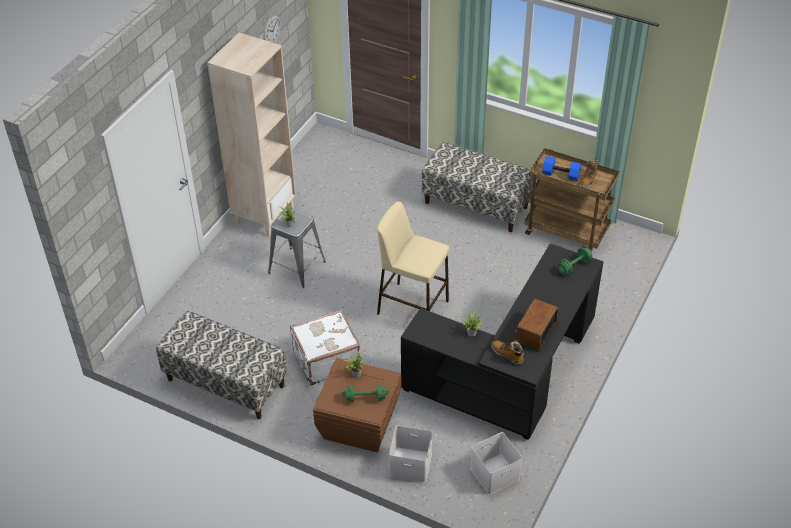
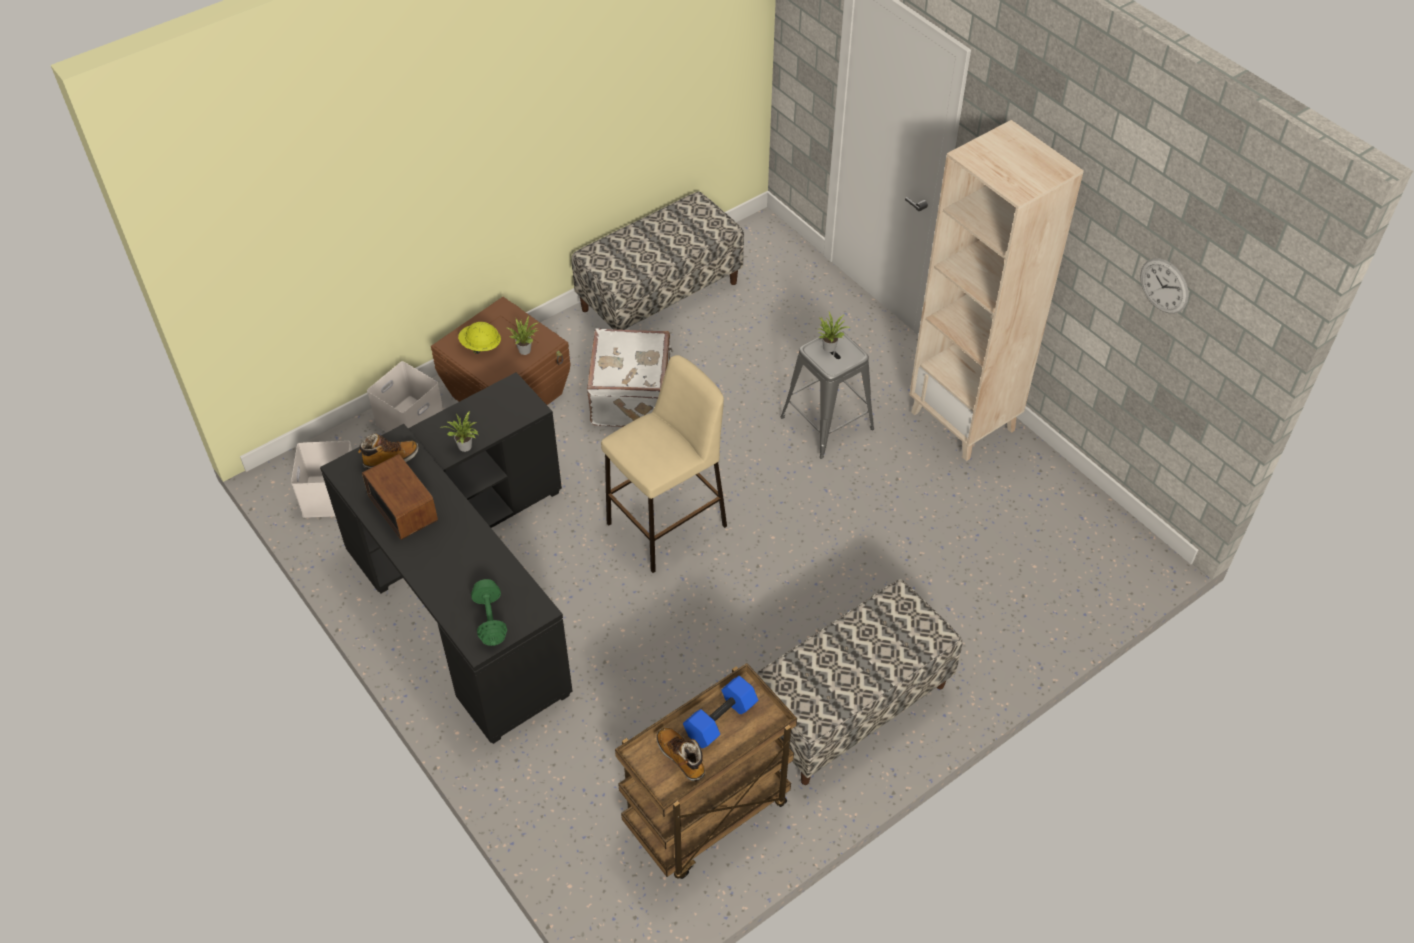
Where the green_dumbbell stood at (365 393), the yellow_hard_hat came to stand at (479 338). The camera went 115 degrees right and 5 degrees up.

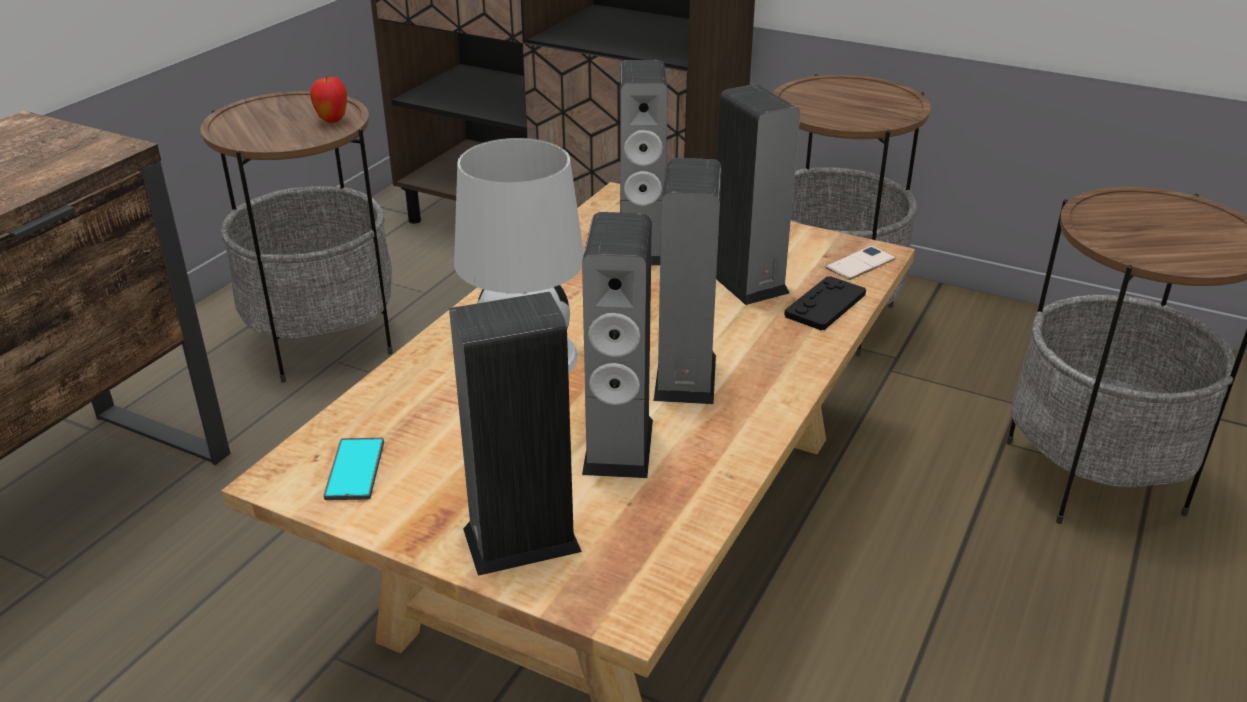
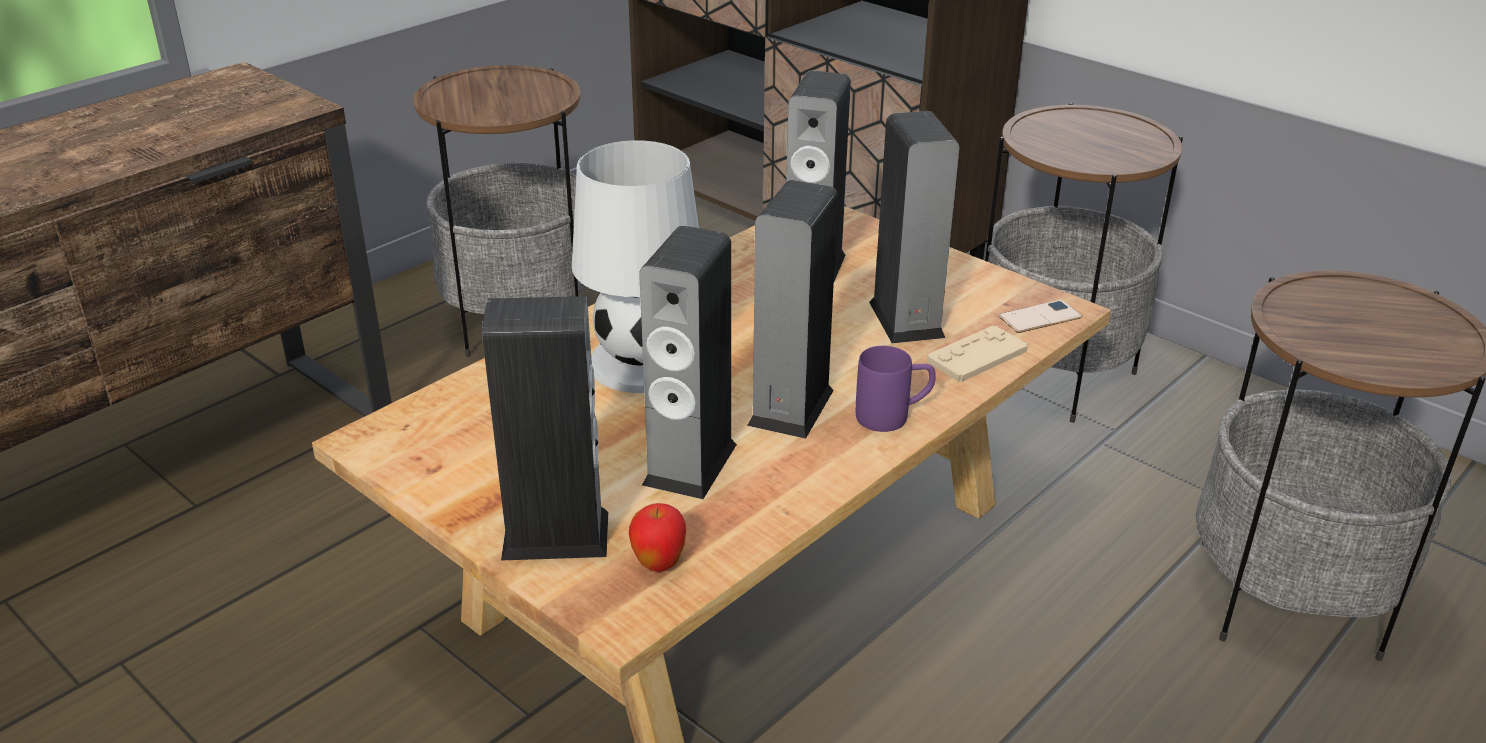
The apple ended up elsewhere, having gone from (328 99) to (657 537). What was the black_game_controller at (825 303) turned into the beige_game_controller at (977 354). The second view lost the phone at (354 469). The second view gained the purple_mug at (896 389). The camera went 15 degrees right and 0 degrees up.

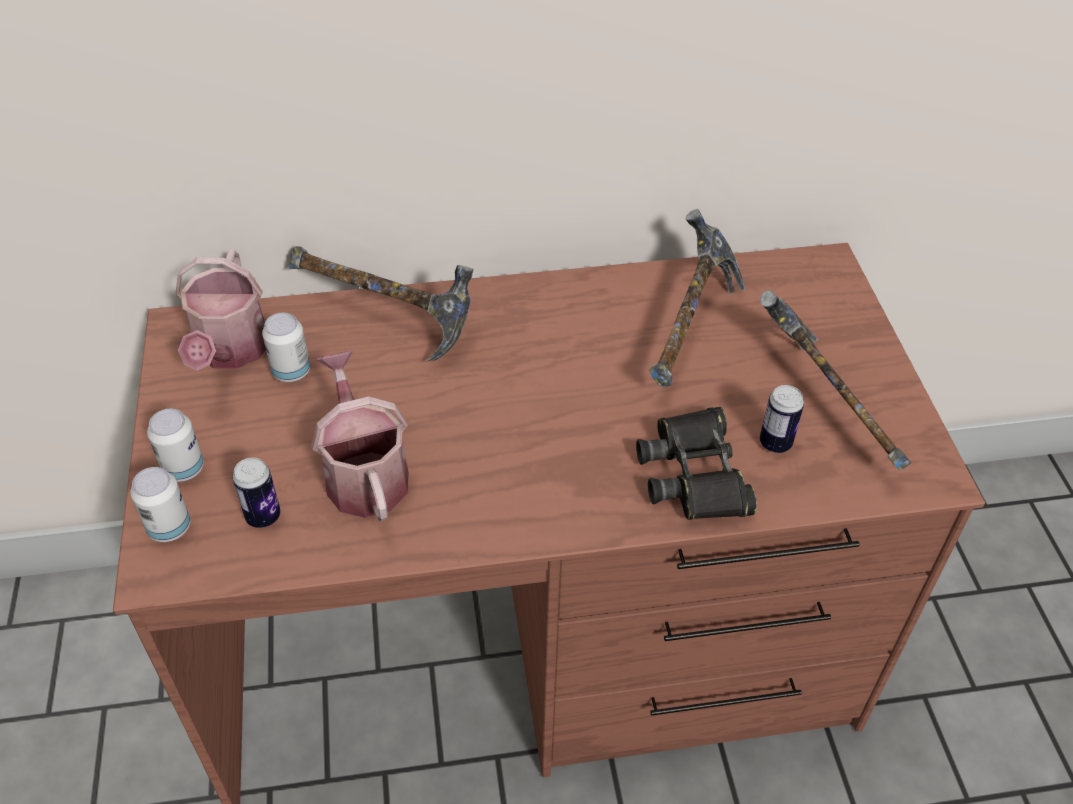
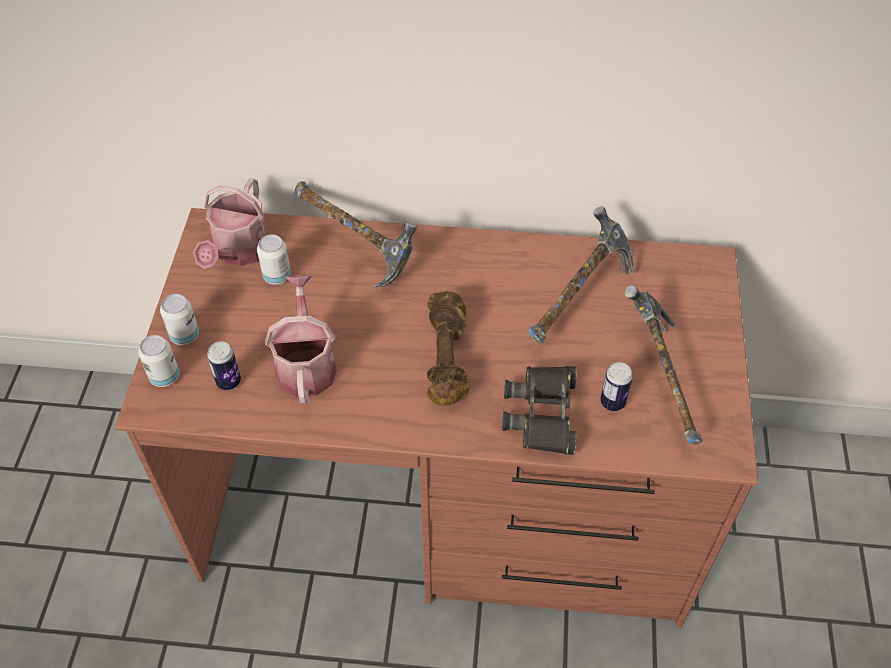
The second view gained the brown_dumbbell at (449 348). The camera went 15 degrees right and 5 degrees up.

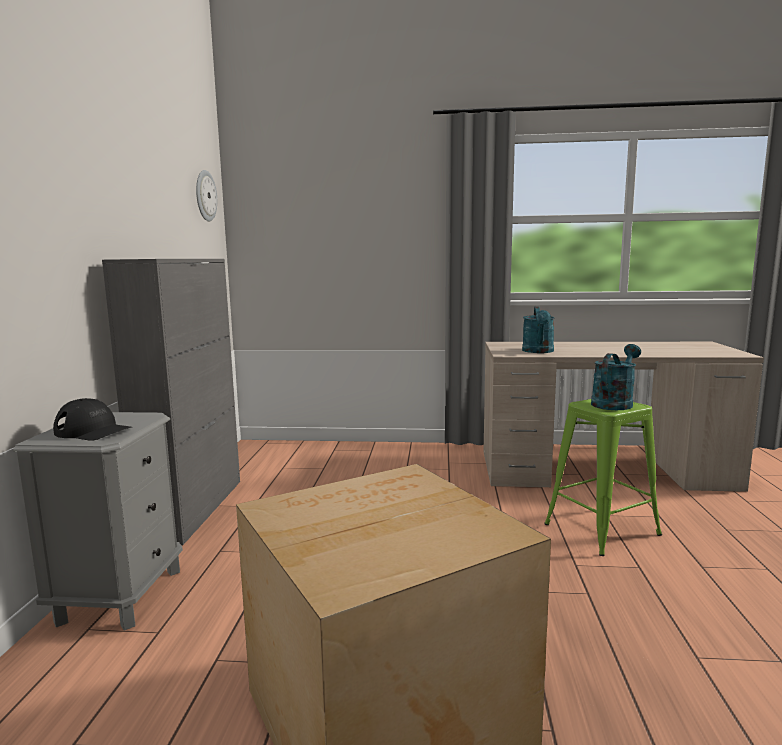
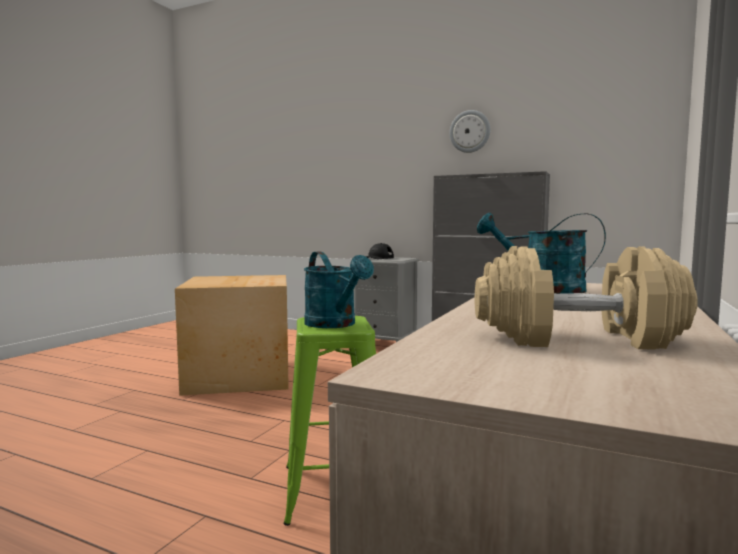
The wall_clock ended up elsewhere, having gone from (206 195) to (469 131). The second view gained the beige_dumbbell at (586 298). The camera went 110 degrees right and 5 degrees down.

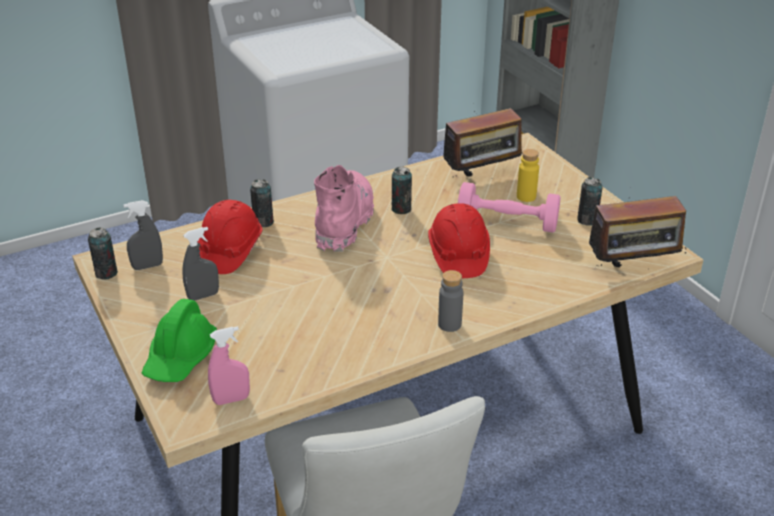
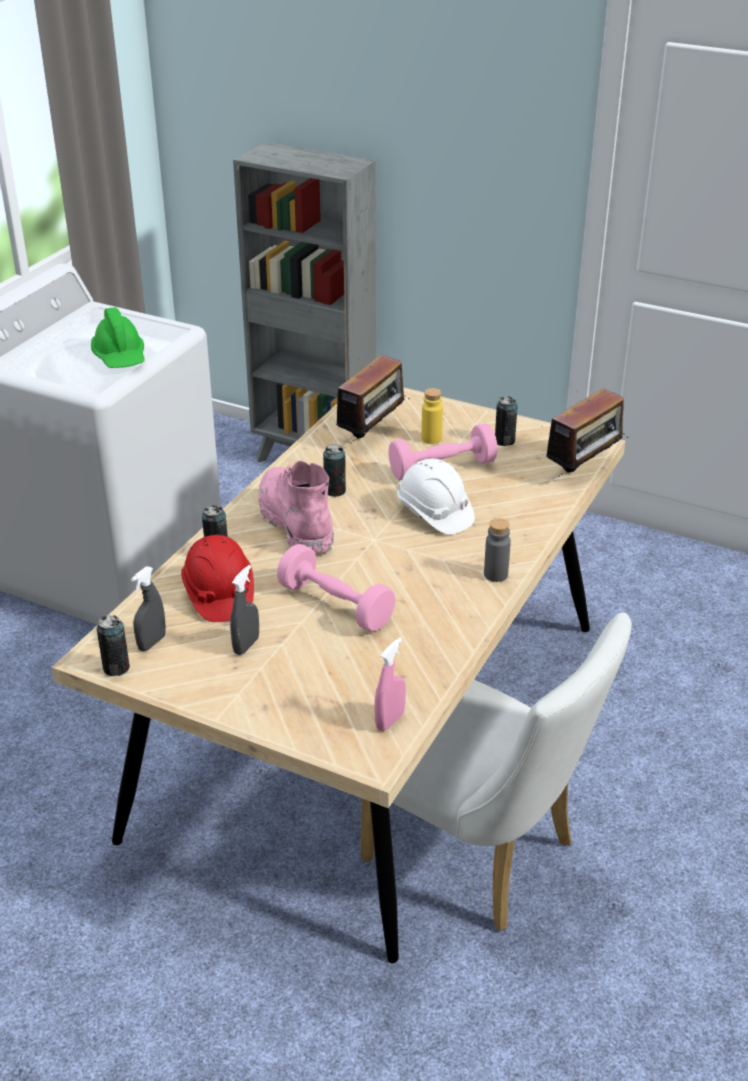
What was the red_hard_hat at (459 240) turned into the white_hard_hat at (436 496). The green_hard_hat ended up elsewhere, having gone from (179 340) to (118 337). The second view gained the pink_dumbbell at (336 588). The camera went 35 degrees left and 0 degrees up.

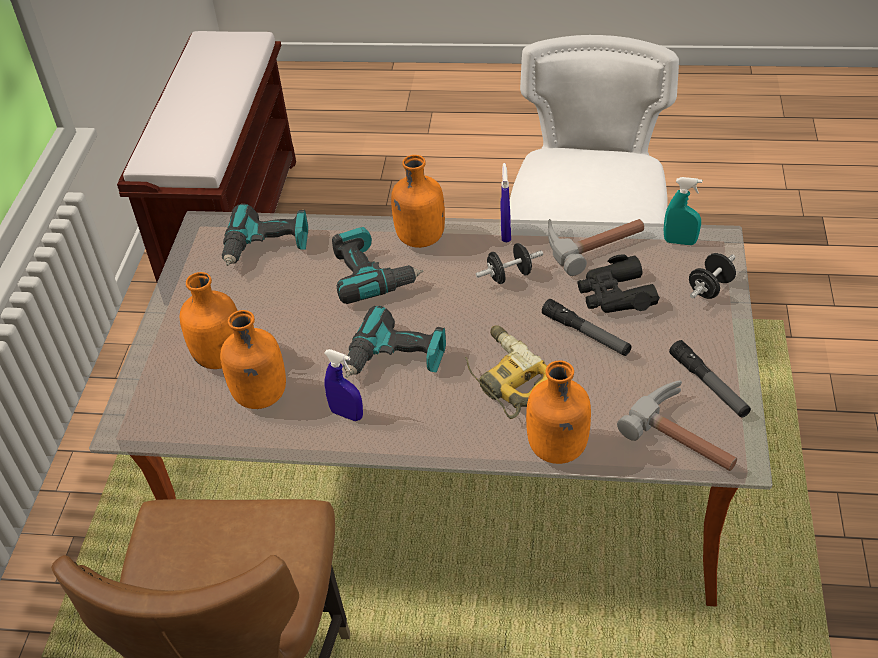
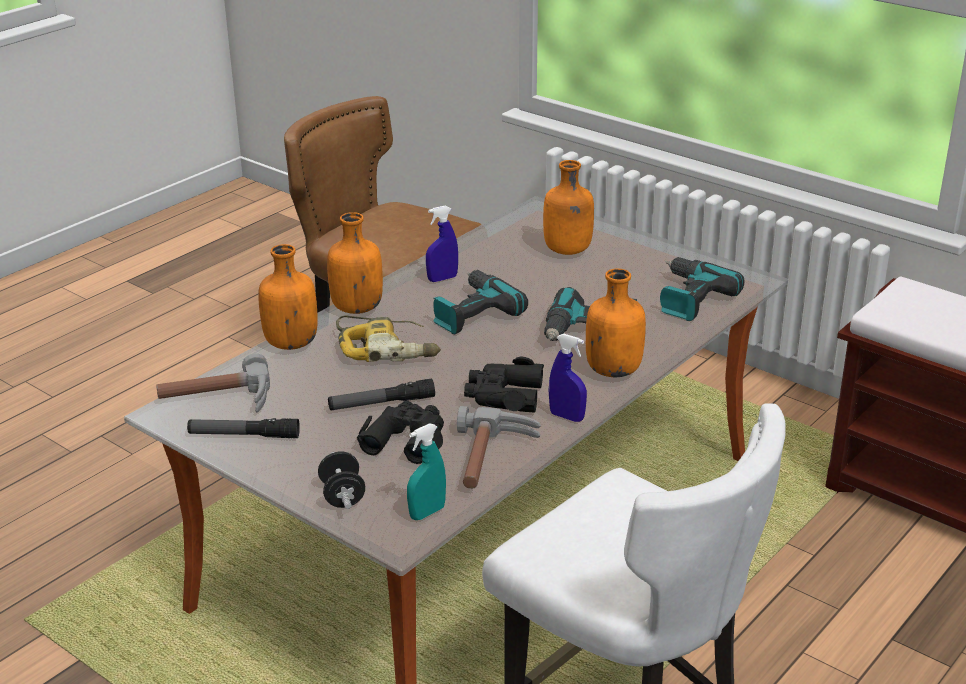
Where the black_dumbbell stood at (509 263), the black_binoculars came to stand at (504 385). The orange_bottle ended up elsewhere, having gone from (253 359) to (355 263). The camera went 120 degrees right and 15 degrees down.

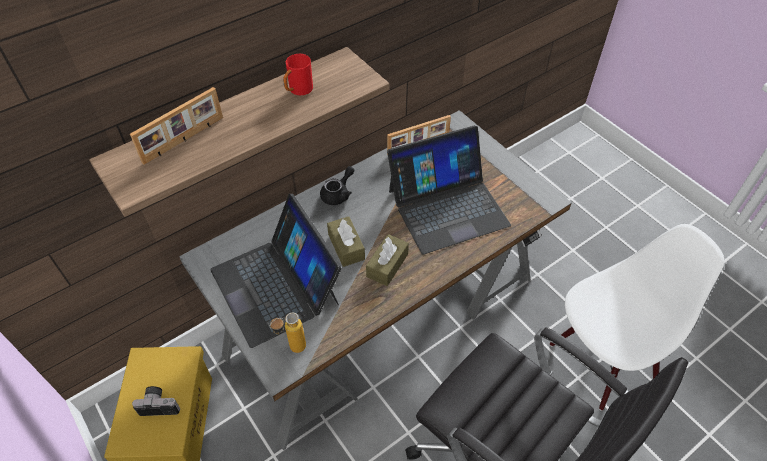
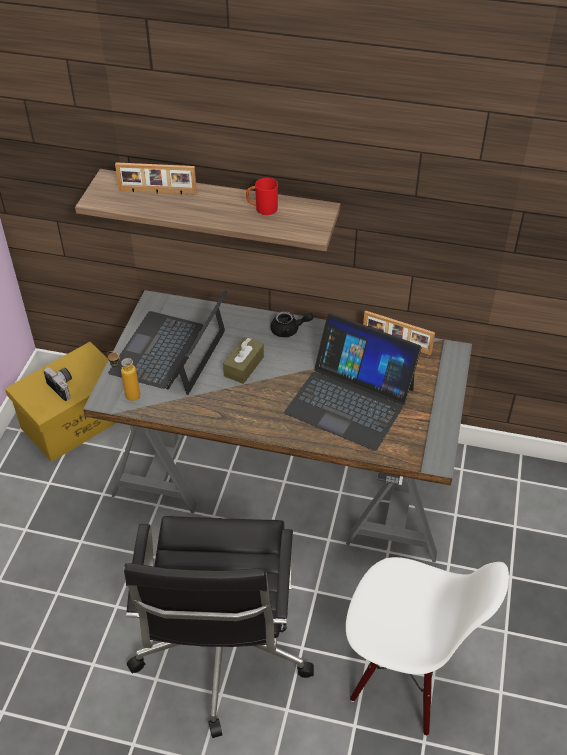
The second view lost the brown_tissue_box at (387 260). The camera went 50 degrees right and 5 degrees down.

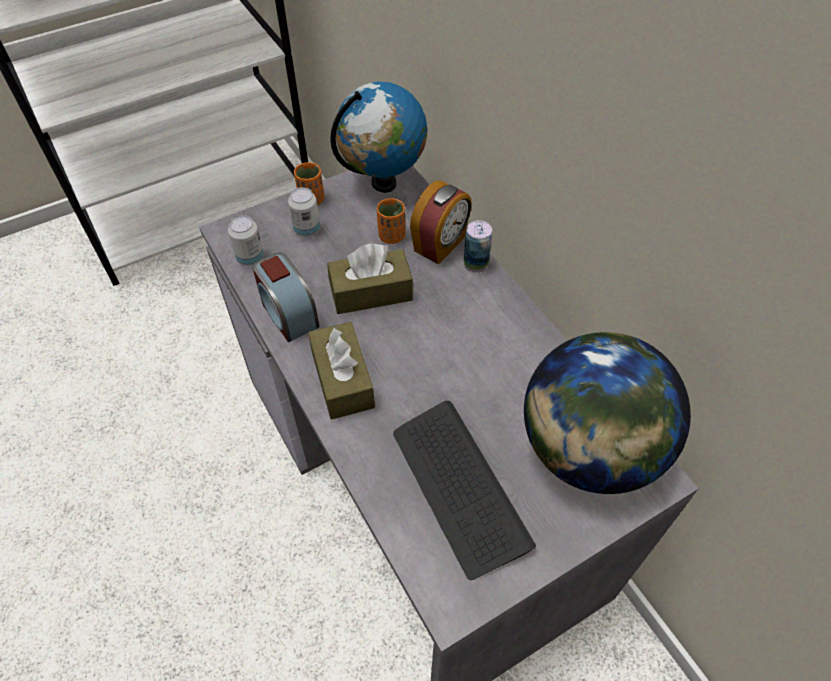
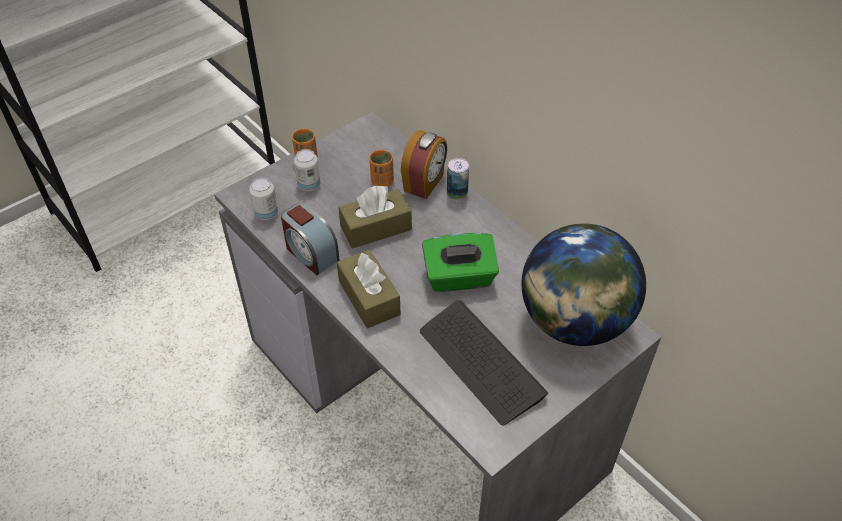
The second view lost the globe at (378 137). The second view gained the green_tissue_box at (460 262). The camera went 10 degrees left and 5 degrees down.

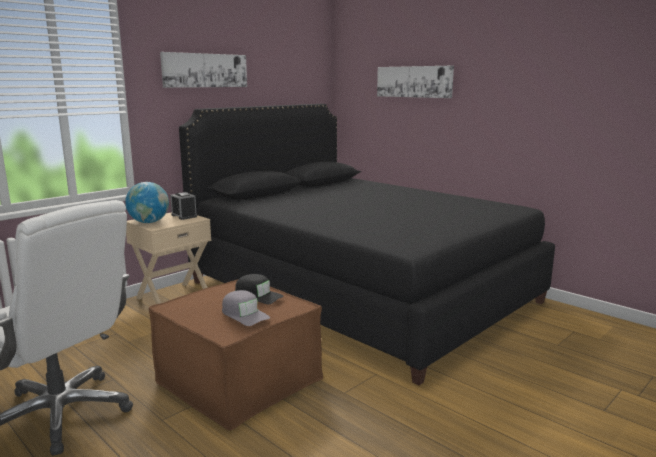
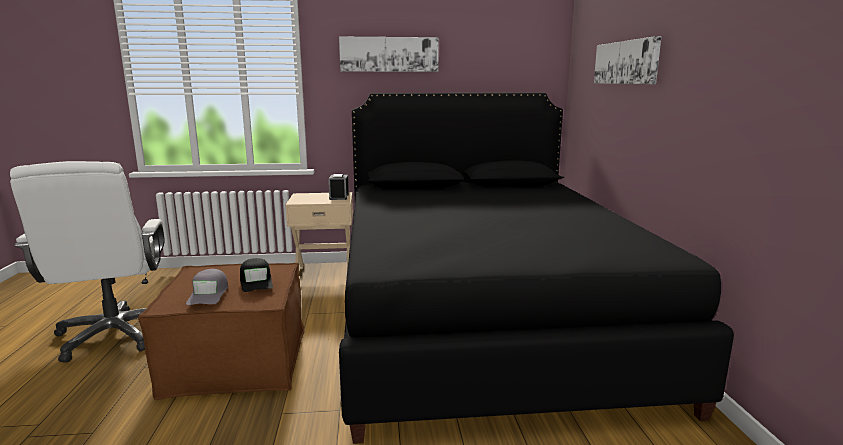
The second view lost the globe at (147 202). The camera went 40 degrees right and 0 degrees up.

